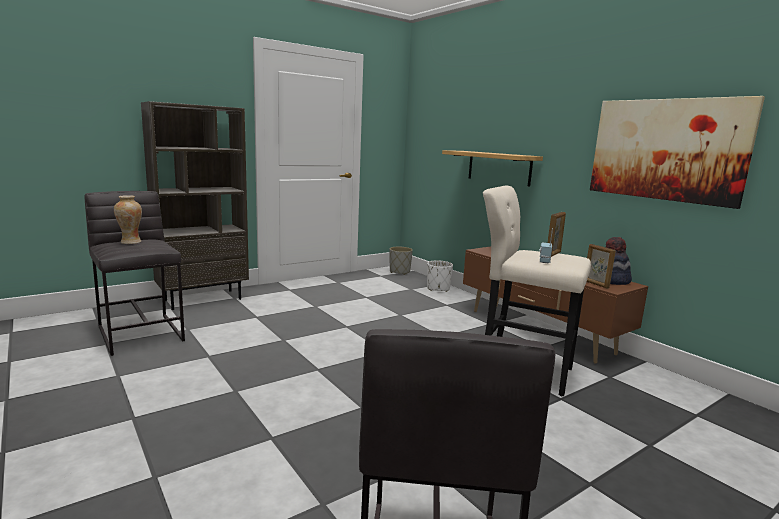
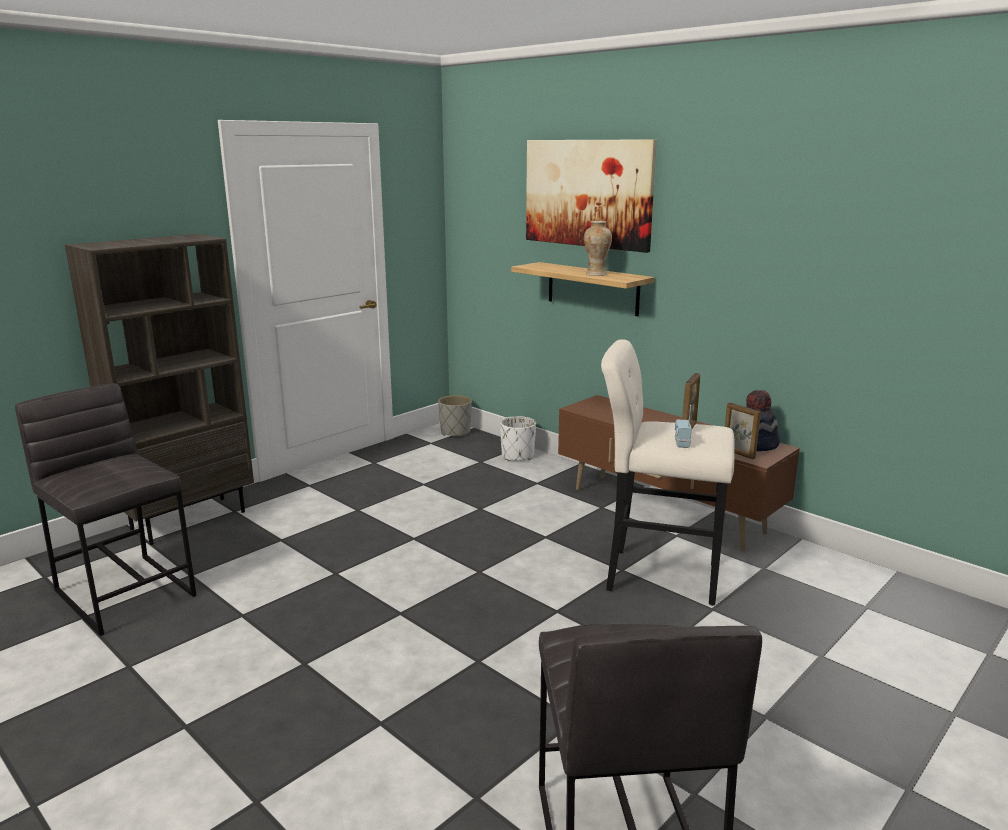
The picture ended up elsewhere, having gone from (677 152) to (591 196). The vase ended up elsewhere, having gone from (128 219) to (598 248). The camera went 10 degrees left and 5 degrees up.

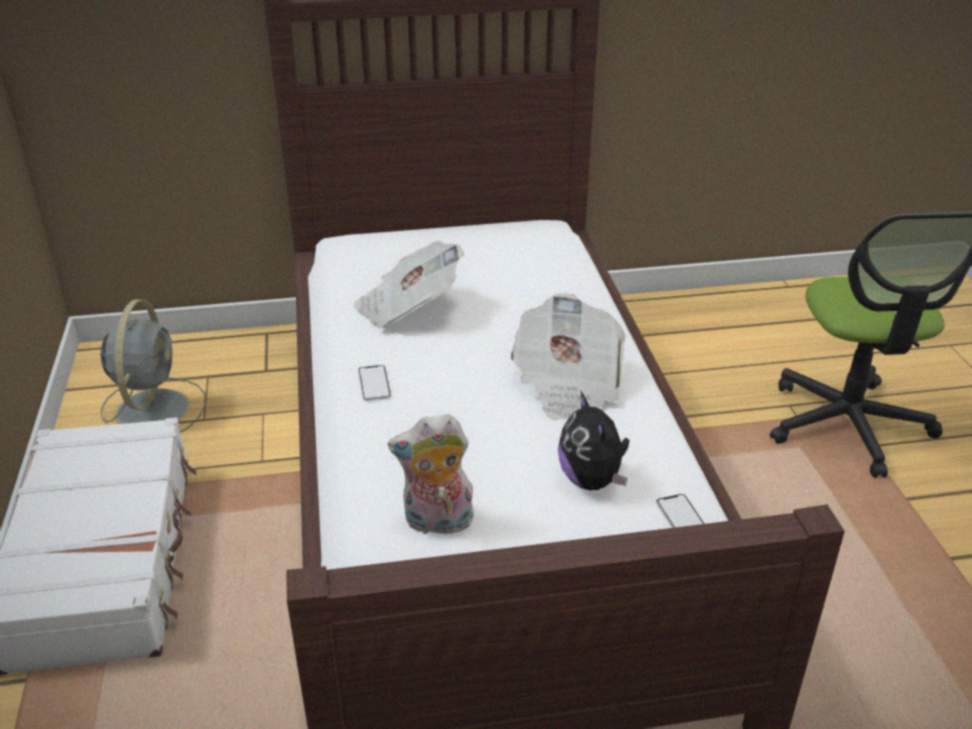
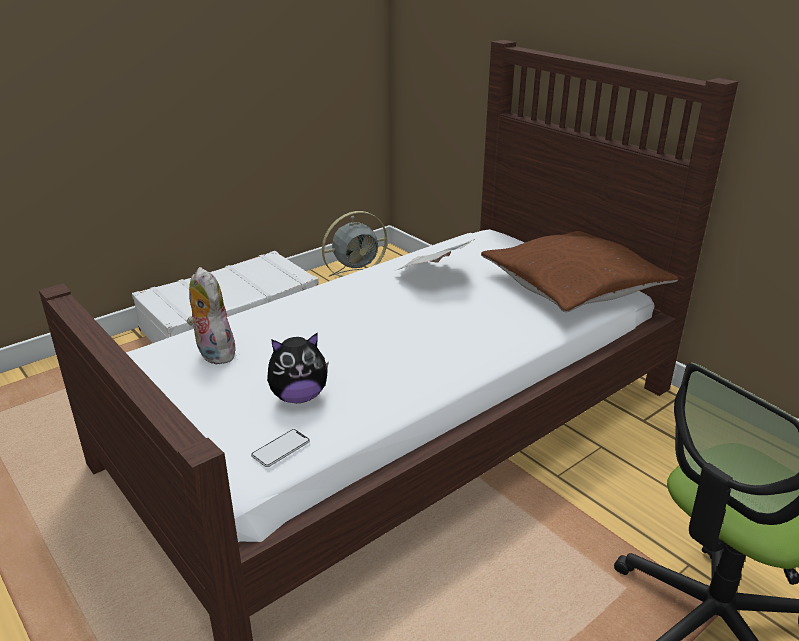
The second view lost the newspaper at (567 356). The second view lost the phone at (374 383). The plush_toy at (593 441) ended up facing another way, 150 degrees counterclockwise from before. The second view gained the brown_pillow at (579 271). The camera went 60 degrees right and 5 degrees down.

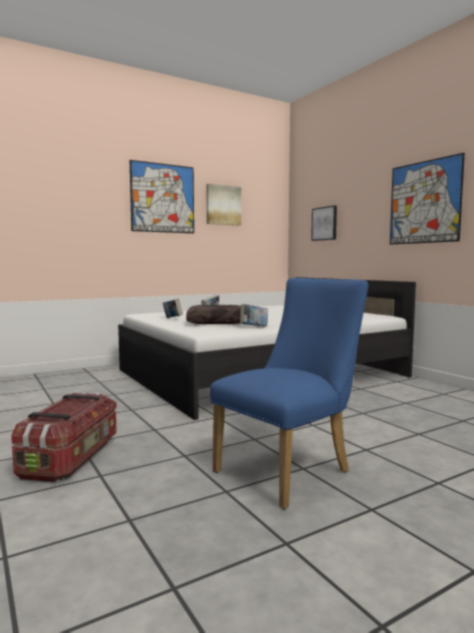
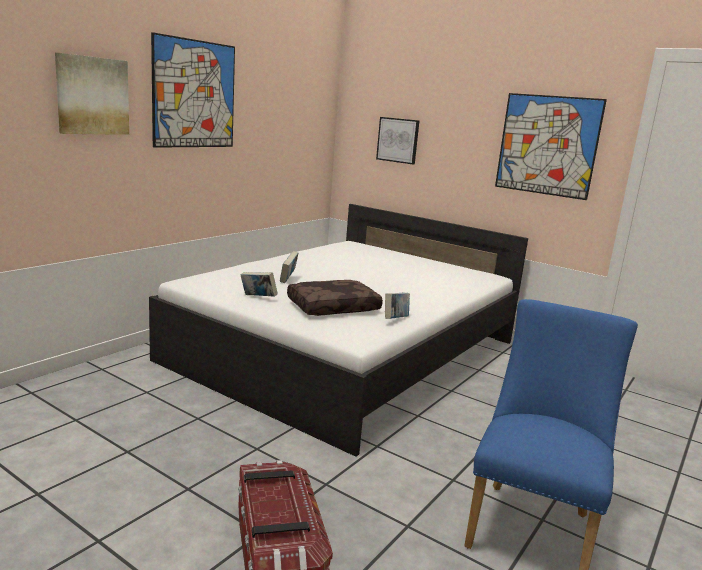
The picture ended up elsewhere, having gone from (223 205) to (92 94). The camera went 25 degrees left and 10 degrees up.

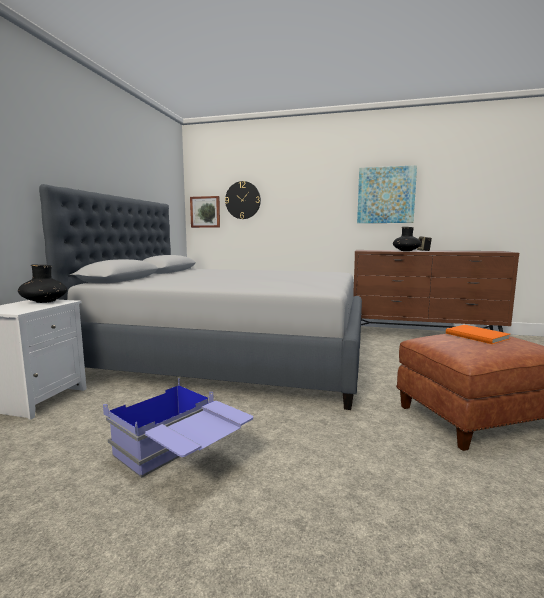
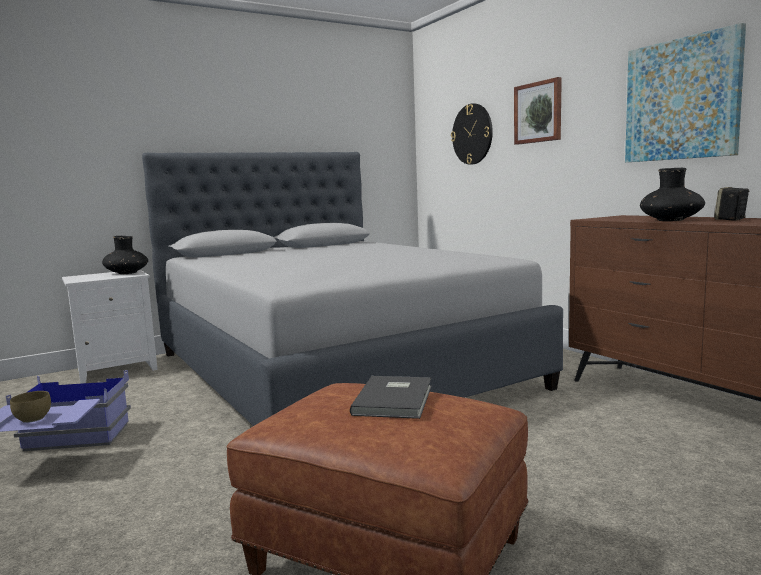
The picture ended up elsewhere, having gone from (205 212) to (538 111). What was the orange_book at (478 334) turned into the grey_book at (391 397). The second view gained the brown_bowl at (30 407). The camera went 45 degrees right and 0 degrees up.

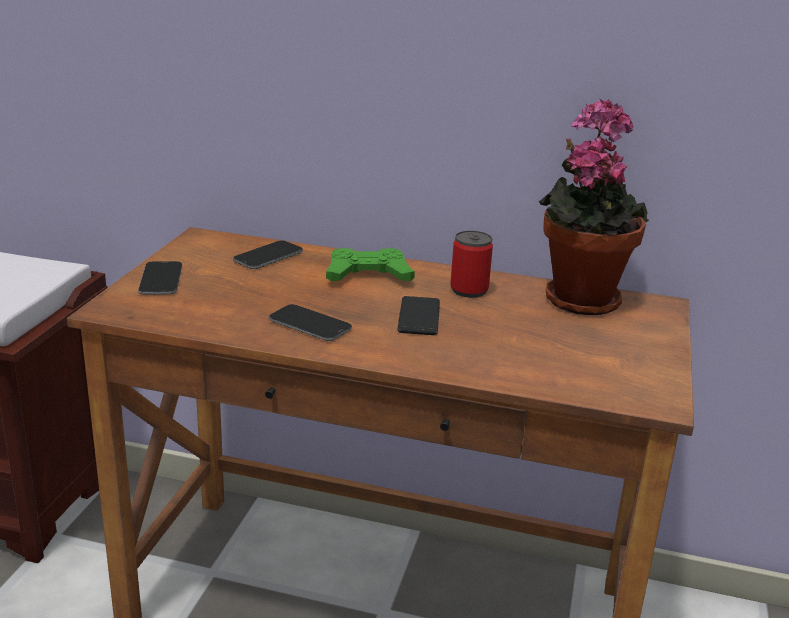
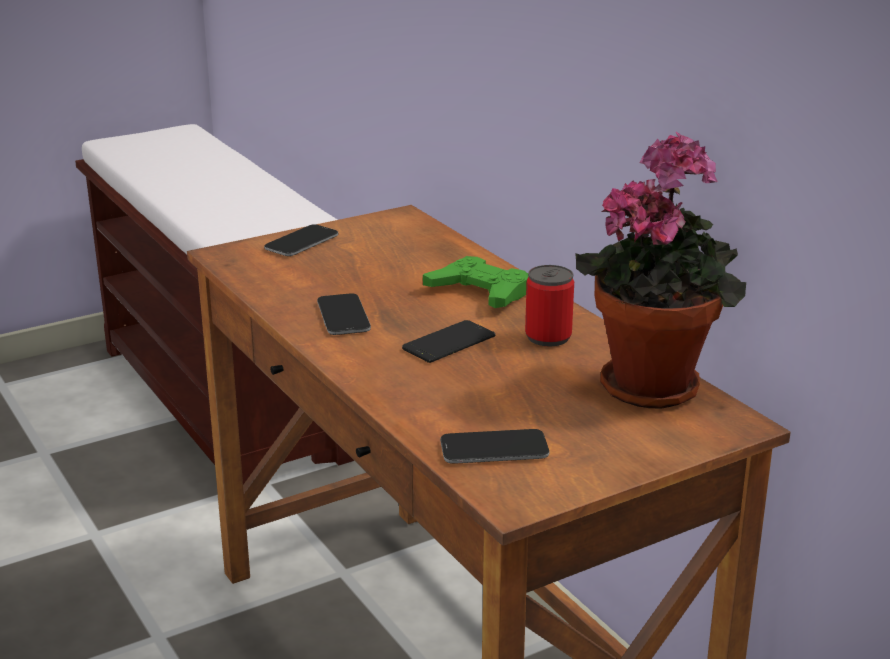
The phone ended up elsewhere, having gone from (268 254) to (495 446). The camera went 45 degrees right and 0 degrees up.

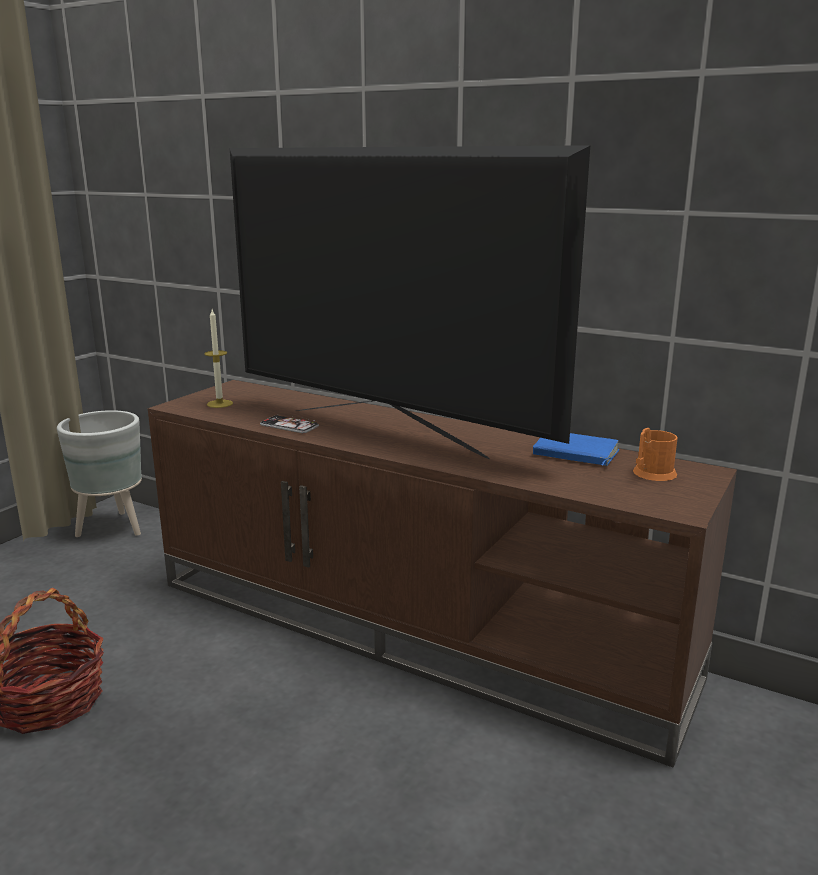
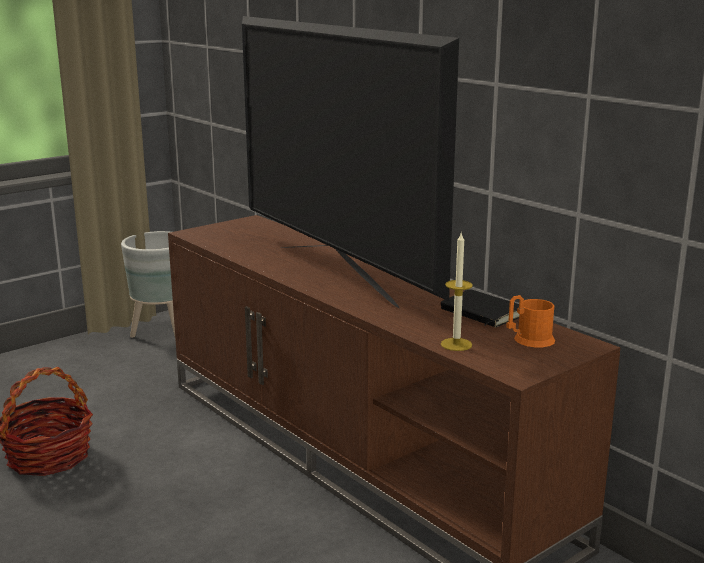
The candle ended up elsewhere, having gone from (218 359) to (457 291). The second view lost the phone at (289 423). What was the blue_book at (576 449) turned into the black_book at (480 308). The camera went 20 degrees right and 0 degrees up.

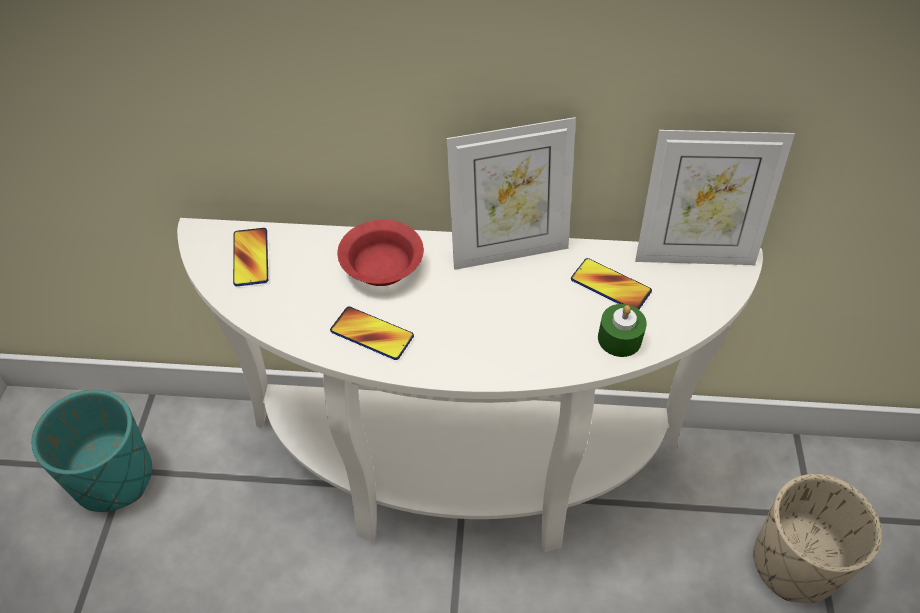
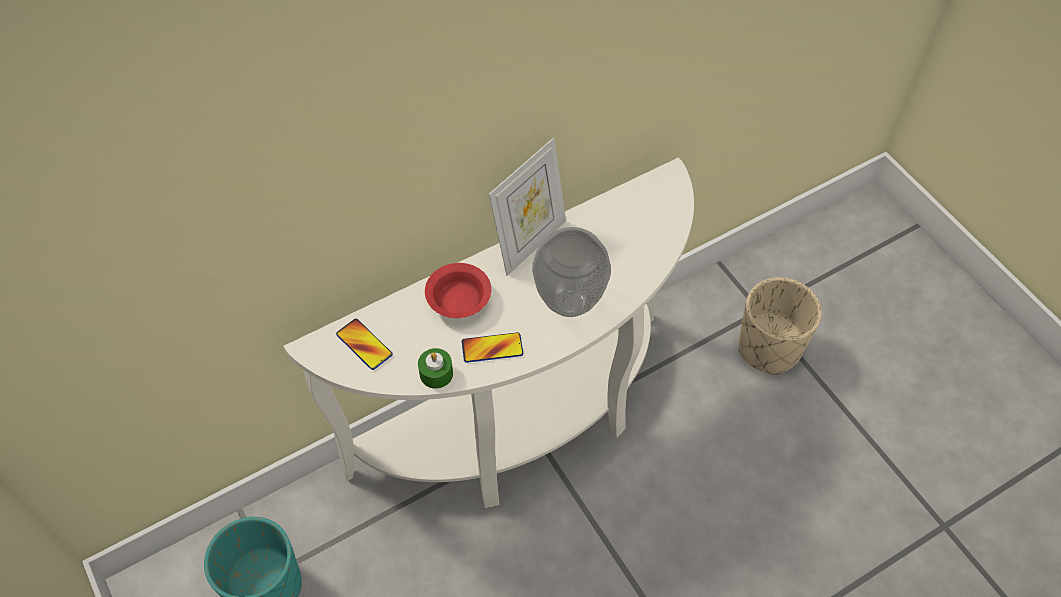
The second view lost the picture_frame at (715 197). The second view lost the phone at (611 283). The green_candle ended up elsewhere, having gone from (622 330) to (435 368). The second view gained the vase at (571 272). The camera went 35 degrees left and 5 degrees up.

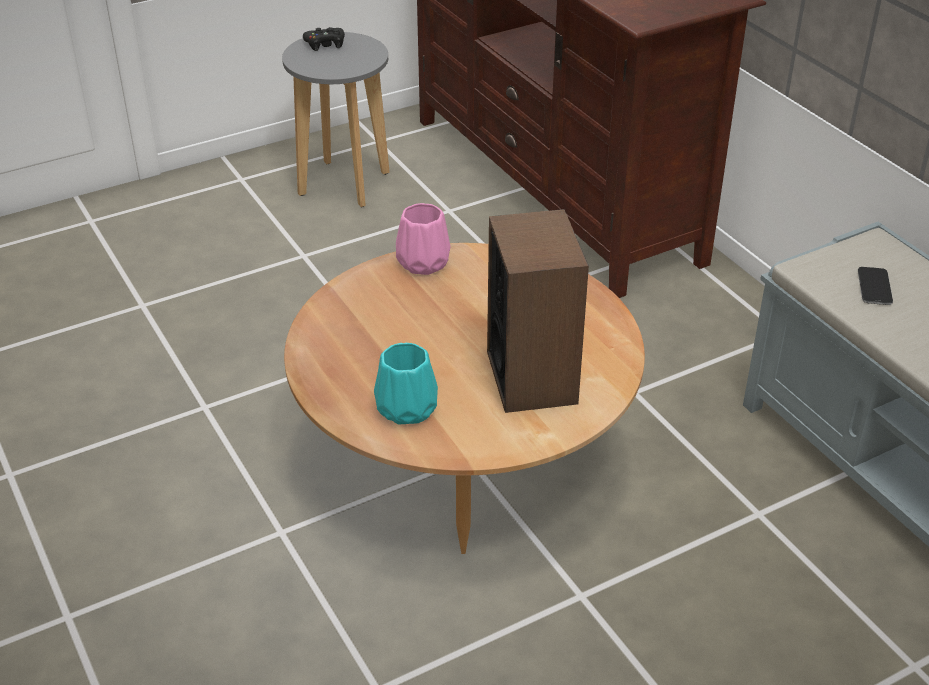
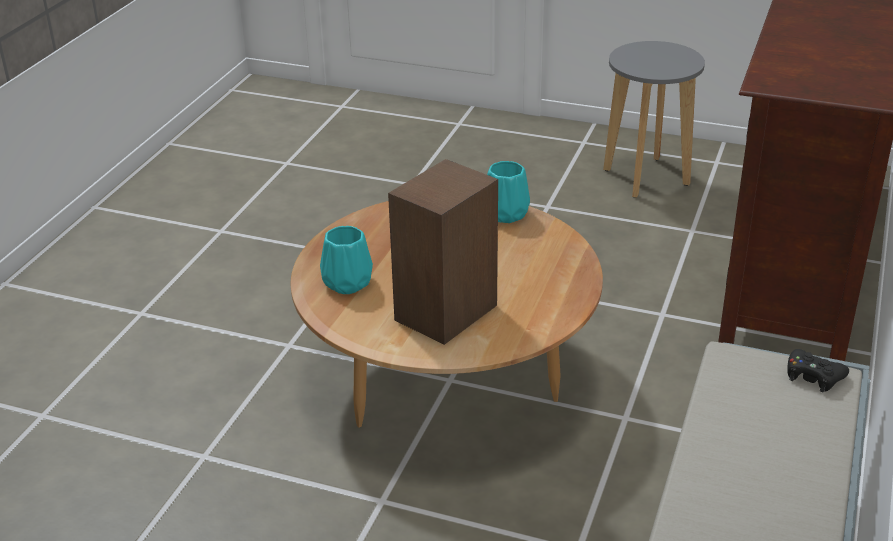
The black_game_controller ended up elsewhere, having gone from (324 39) to (818 370). What was the pink_vase at (423 239) turned into the turquoise_vase at (508 192). The second view lost the phone at (875 286). The camera went 50 degrees right and 5 degrees down.

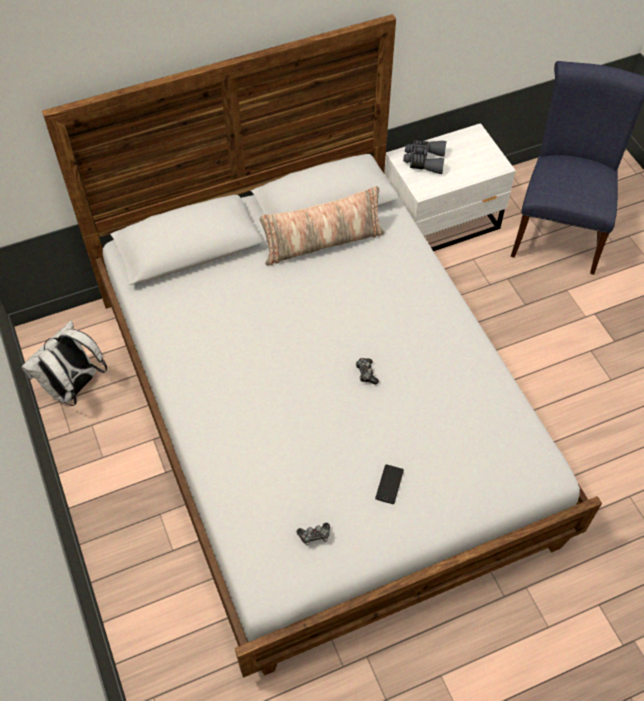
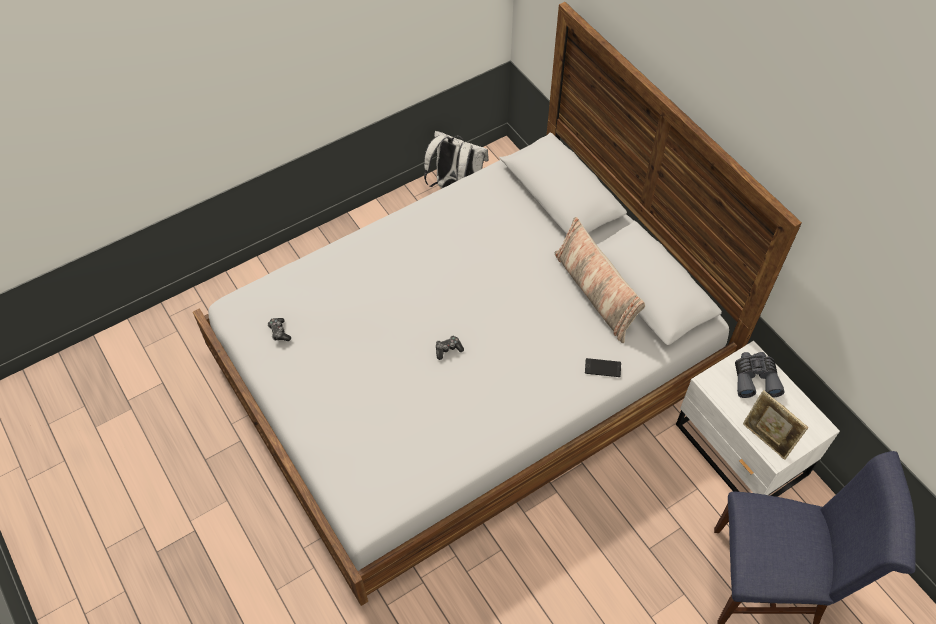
The phone ended up elsewhere, having gone from (389 484) to (603 367). The second view gained the picture_frame at (775 425). The camera went 80 degrees right and 0 degrees up.

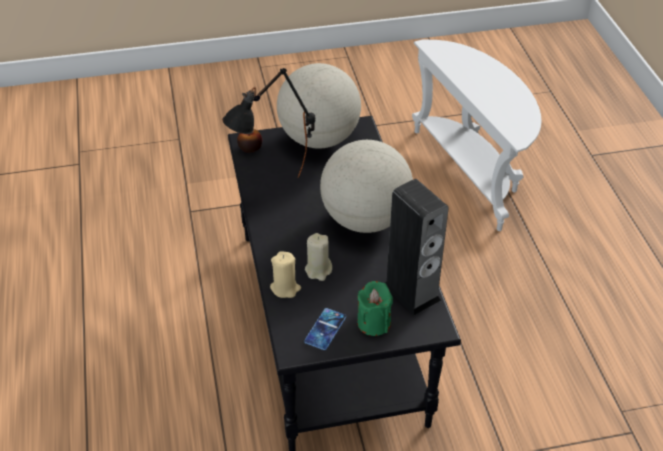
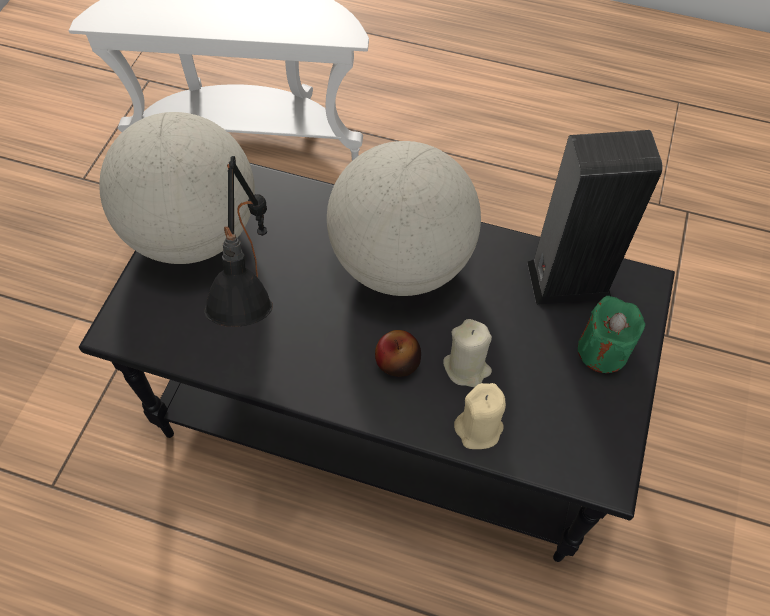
The apple ended up elsewhere, having gone from (249 141) to (398 353). The second view lost the phone at (325 329). The camera went 60 degrees left and 15 degrees up.

